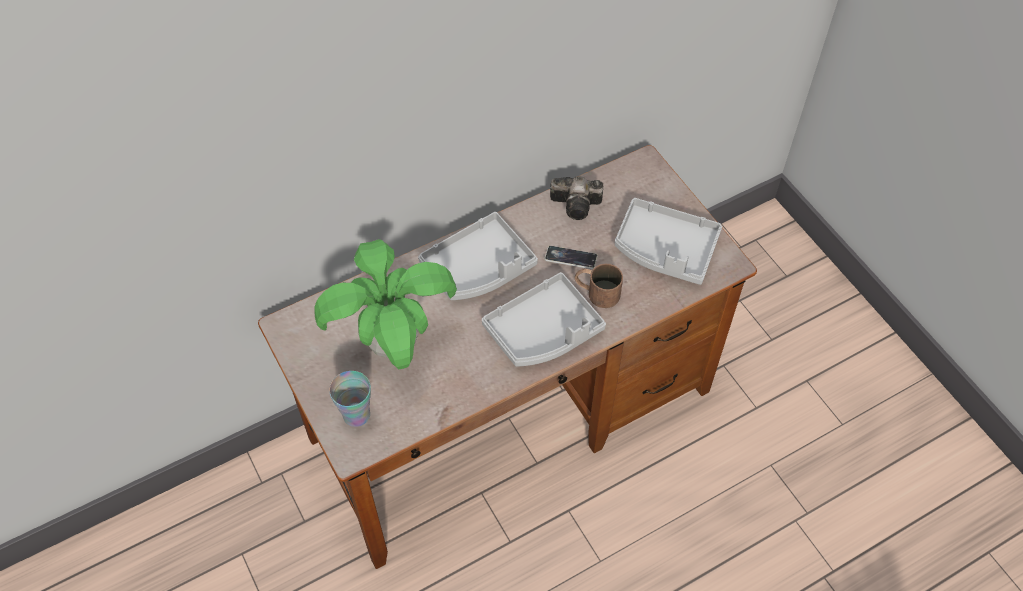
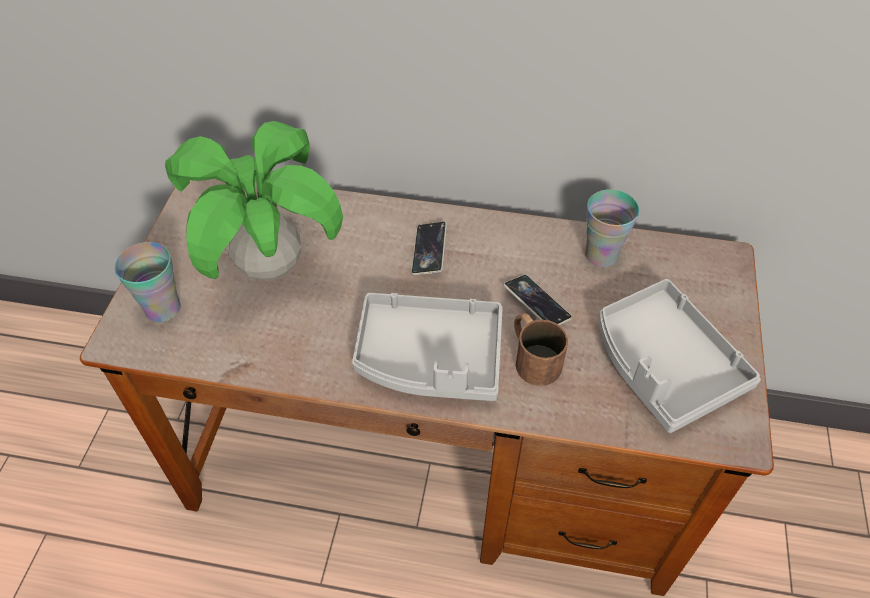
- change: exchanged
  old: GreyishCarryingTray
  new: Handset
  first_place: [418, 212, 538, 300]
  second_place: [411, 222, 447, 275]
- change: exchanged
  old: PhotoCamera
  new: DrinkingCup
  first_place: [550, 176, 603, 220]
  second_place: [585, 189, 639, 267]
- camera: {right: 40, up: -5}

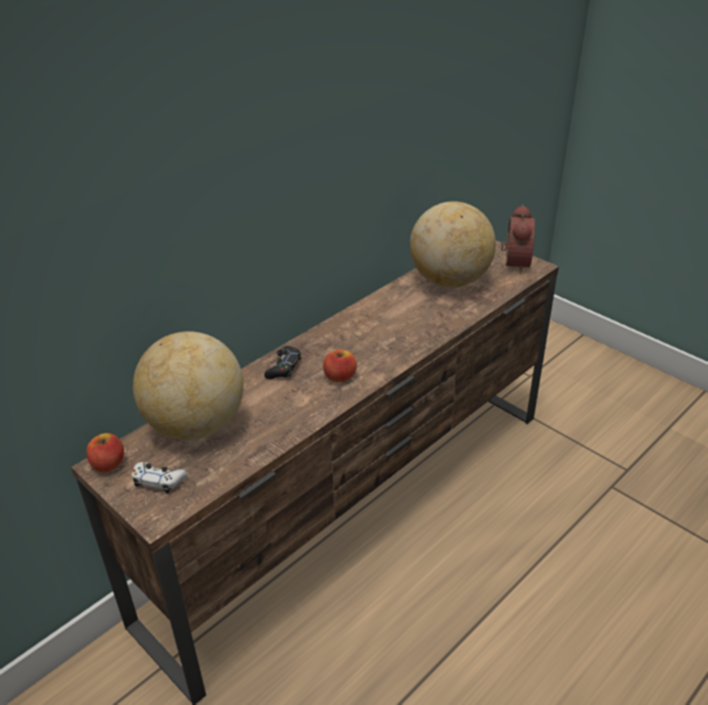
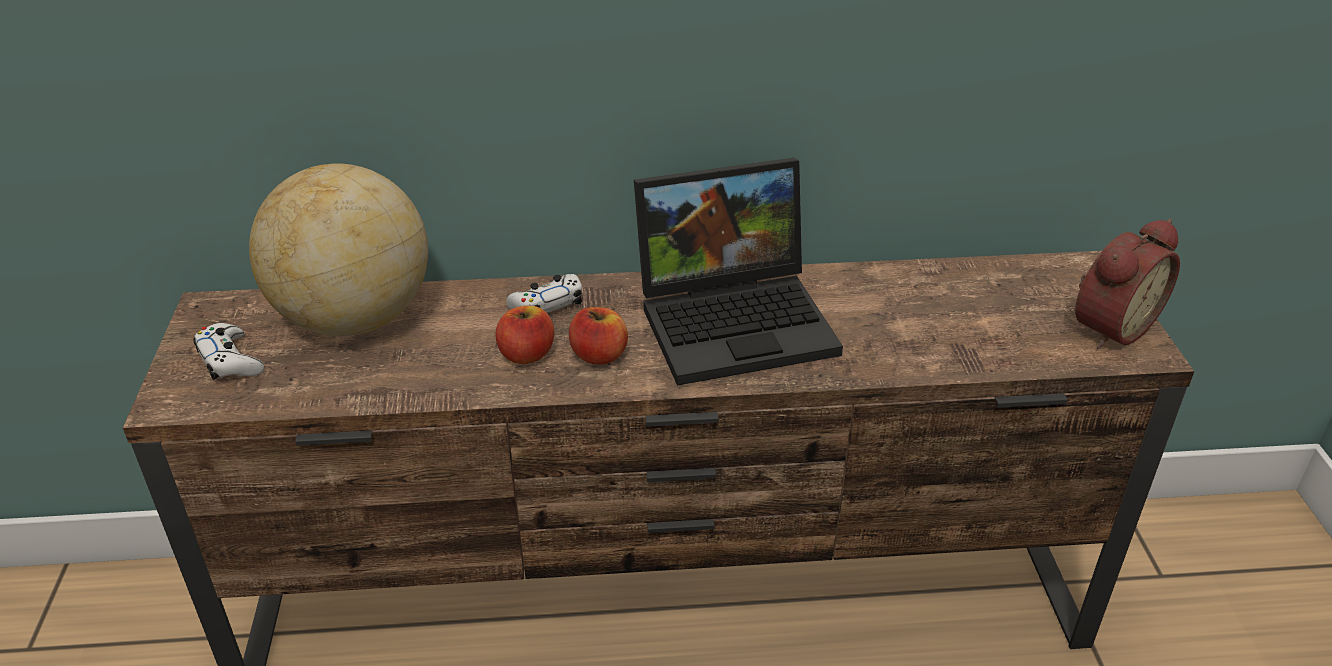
- change: relocated
  old: Apple
  first_place: [86, 433, 124, 472]
  second_place: [495, 305, 555, 364]
- change: colour
  old: BlackishGamepad
  new: WhiteColouredGamepad
  first_place: [264, 346, 301, 379]
  second_place: [506, 274, 582, 313]
- change: missing
  old: WorldGlobe
  first_place: [410, 201, 496, 288]
- change: appeared
  new: NotebookComputer
  second_place: [634, 158, 843, 386]
- camera: {right: 40, up: 0}

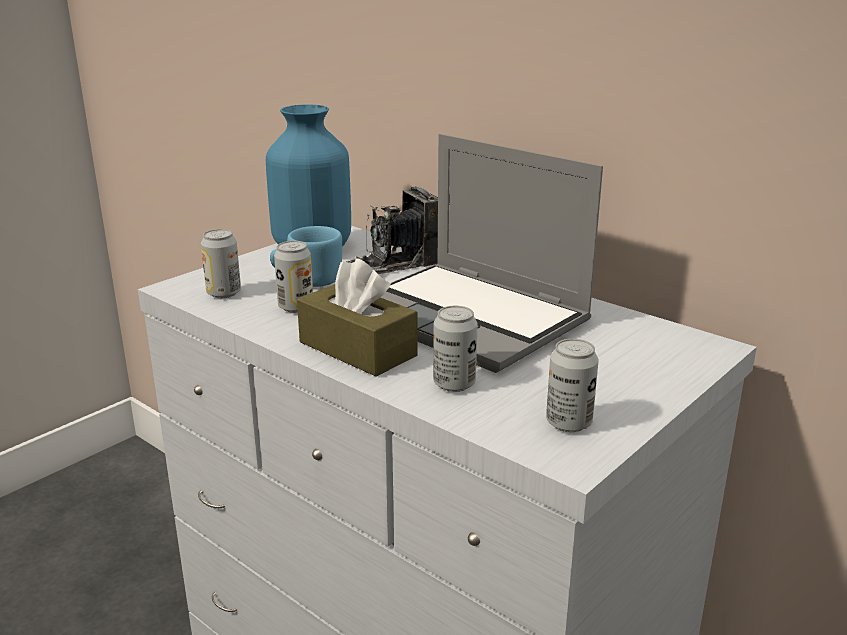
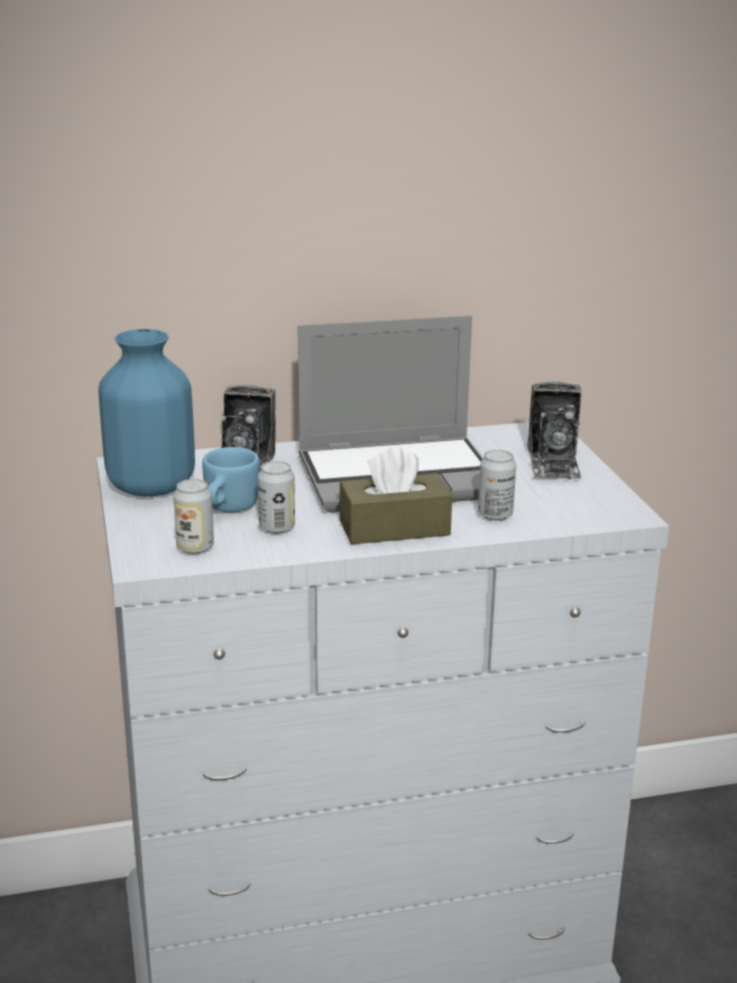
- change: missing
  old: Can
  first_place: [546, 339, 599, 432]
- change: appeared
  new: PhotoCamera
  second_place: [528, 381, 582, 479]
- camera: {right: -55, up: 0}

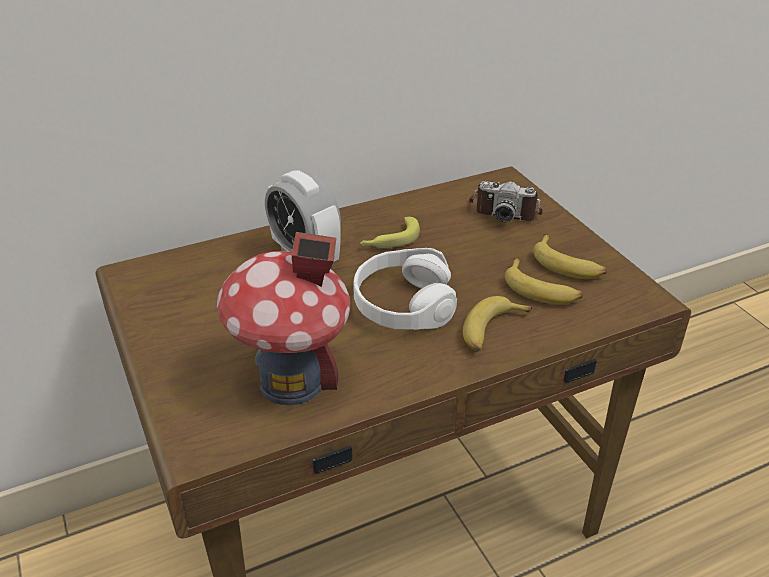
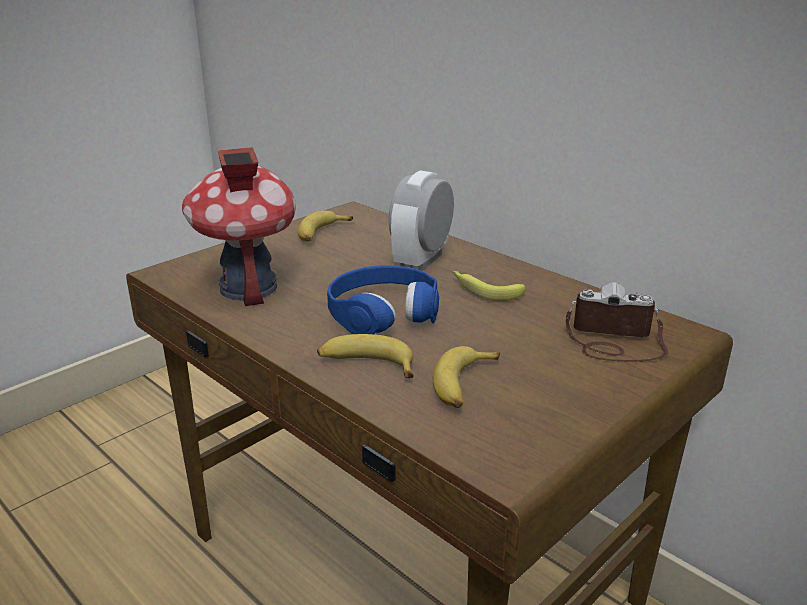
- change: colour
  old: WhiteColouredPairOfHeadphones
  new: BluishPairOfHeadphones
  first_place: [353, 248, 457, 330]
  second_place: [327, 265, 439, 334]
- change: spun
  old: PhotoCamera
  first_place: [469, 181, 542, 222]
  second_place: [566, 282, 668, 362]
  degrees: 105
- change: relocated
  old: WholeBanana
  first_place: [533, 234, 607, 279]
  second_place: [297, 211, 353, 242]
- camera: {right: 70, up: -10}

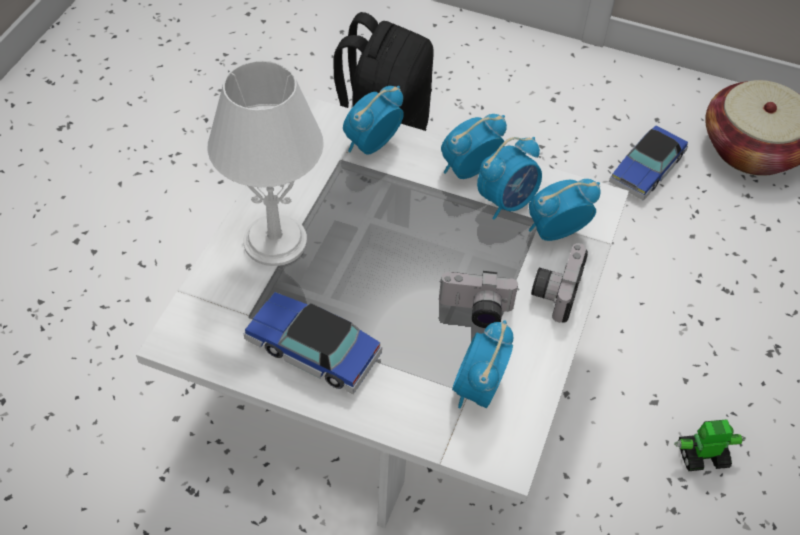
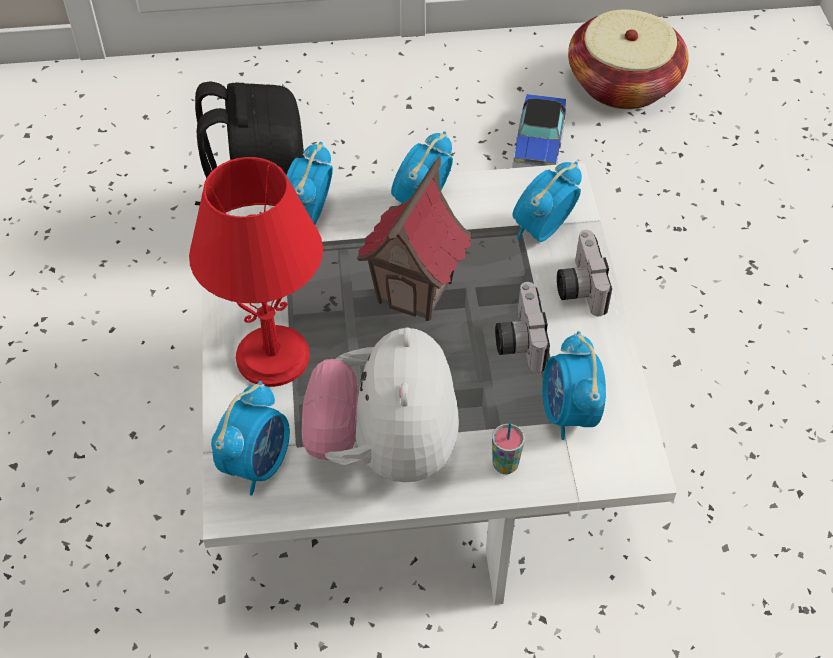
- change: colour
  old: WhiteColouredTableLamp
  new: RedColouredTableLamp
  first_place: [208, 60, 324, 266]
  second_place: [189, 157, 323, 387]
- change: exchanged
  old: ToyCar
  new: CuddlyToy
  first_place: [244, 292, 382, 394]
  second_place: [302, 327, 459, 482]
- change: spun
  old: PhotoCamera
  first_place: [439, 271, 518, 328]
  second_place: [495, 282, 550, 373]
  degrees: 105
- change: relocated
  old: AlarmClock
  first_place: [477, 137, 542, 220]
  second_place: [211, 381, 290, 495]
- change: missing
  old: RobotFigure
  first_place: [674, 420, 746, 471]
- change: appeared
  new: MiniatureHouse
  second_place: [357, 156, 472, 321]
- change: appeared
  new: DrinkingCup
  second_place: [492, 422, 525, 474]
- camera: {right: -25, up: 0}

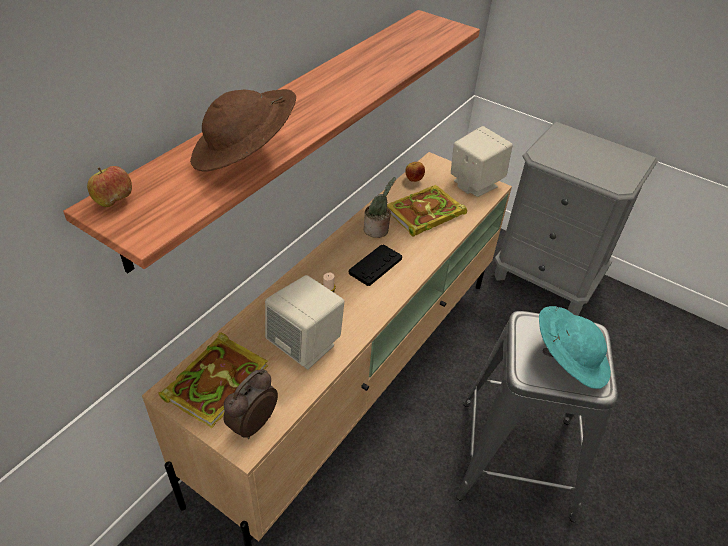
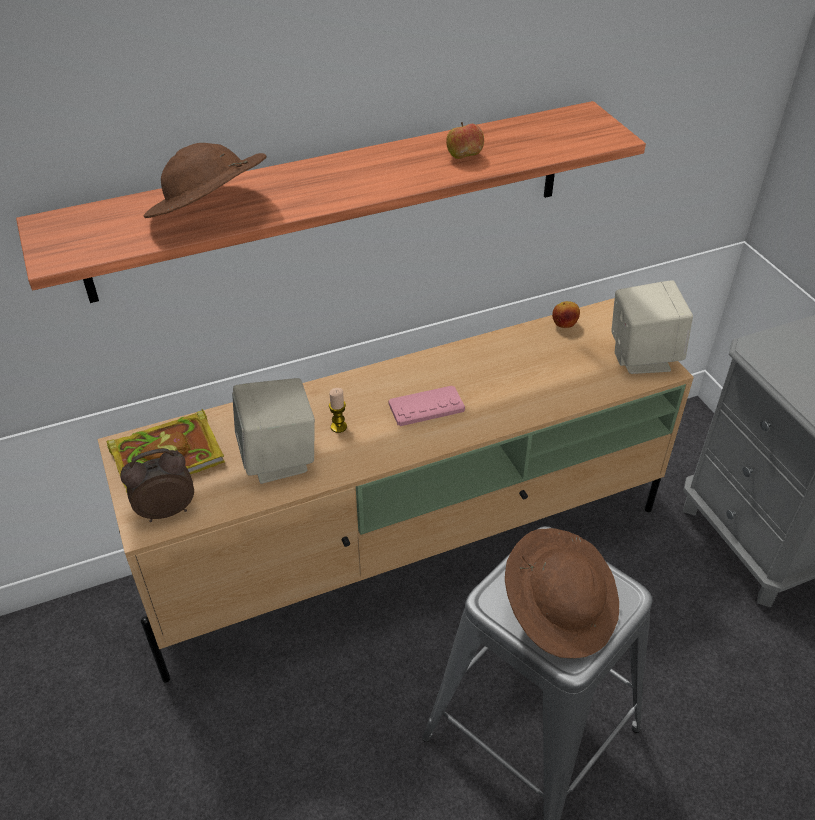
- change: relocated
  old: Apple
  first_place: [87, 166, 132, 207]
  second_place: [446, 122, 484, 159]
- change: colour
  old: BlackishGamepad
  new: PinkColouredGamepad
  first_place: [349, 244, 402, 286]
  second_place: [389, 386, 465, 426]
- change: missing
  old: Houseplant
  first_place: [364, 177, 396, 238]
- change: missing
  old: Volume
  first_place: [387, 185, 467, 237]
- change: colour
  old: TurquoiseClothingHat
  new: BrownishClothingHat
  first_place: [539, 306, 611, 389]
  second_place: [505, 528, 619, 659]
- camera: {right: 35, up: 0}

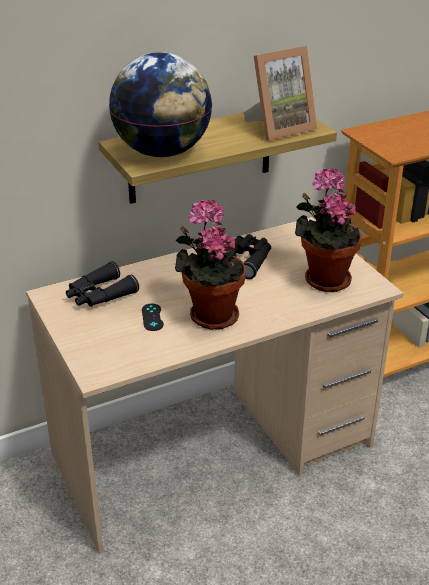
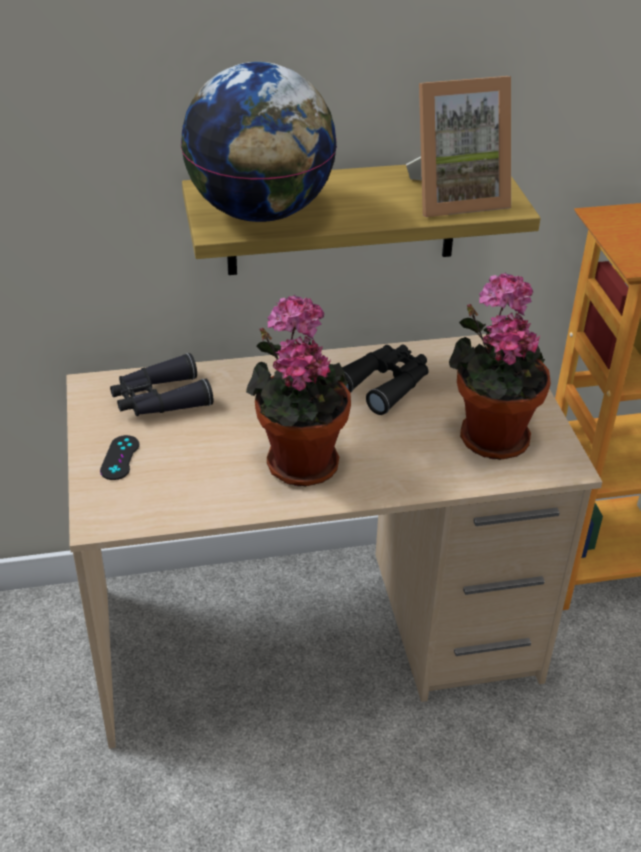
- change: relocated
  old: BlackishGamepad
  first_place: [142, 304, 164, 331]
  second_place: [100, 435, 139, 480]
- camera: {right: 15, up: 5}

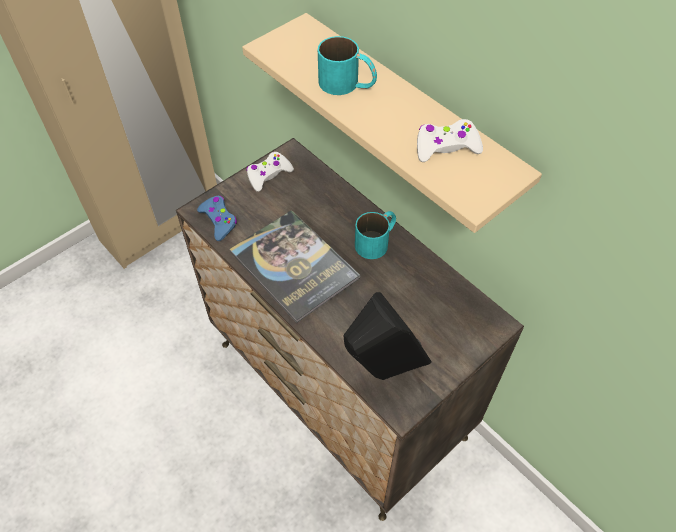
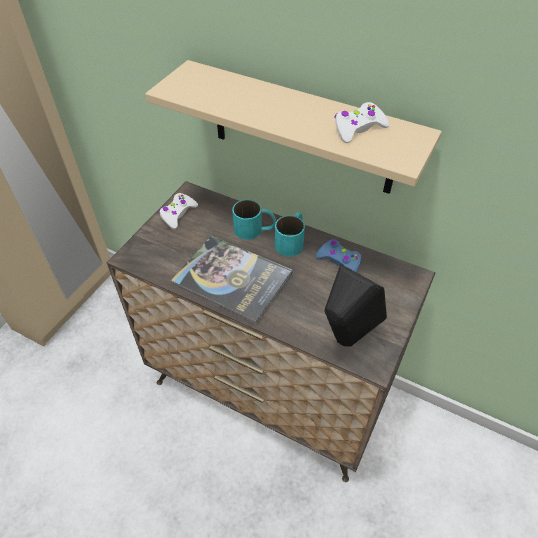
- change: relocated
  old: BluishGamepad
  first_place: [197, 196, 237, 241]
  second_place: [316, 239, 362, 272]
- change: relocated
  old: TurquoiseCoffeeMug
  first_place: [318, 36, 377, 95]
  second_place: [232, 199, 276, 240]
- camera: {right: -20, up: -5}

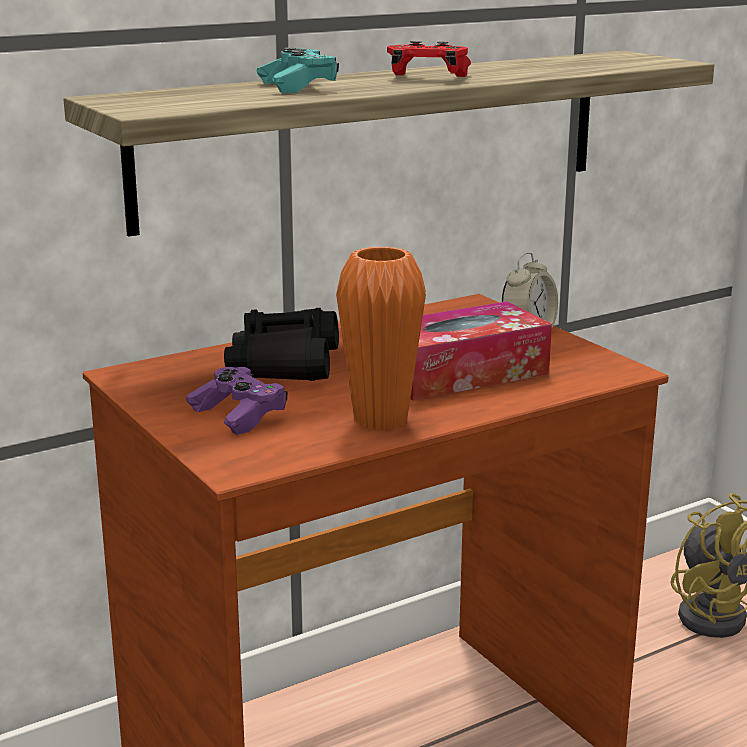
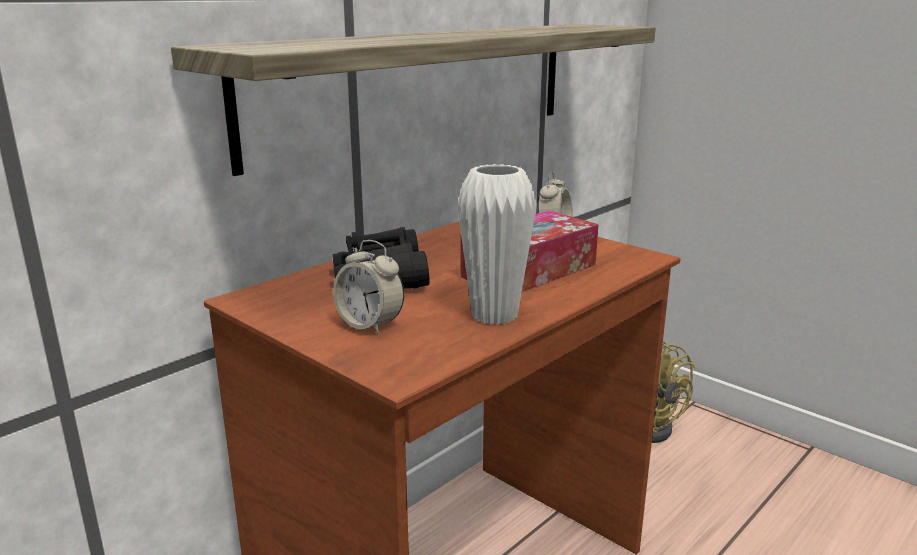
- change: exchanged
  old: PurpleColouredGamepad
  new: AlarmClock
  first_place: [186, 367, 287, 435]
  second_place: [333, 240, 404, 334]
- change: missing
  old: TurquoiseGamepad
  first_place: [257, 48, 339, 93]
- change: colour
  old: OrangeyDecorativeVase
  new: WhiteColouredDecorativeVase
  first_place: [336, 246, 426, 430]
  second_place: [457, 164, 536, 325]
- change: missing
  old: RedColouredGamepad
  first_place: [387, 41, 471, 77]
- camera: {right: -15, up: 0}

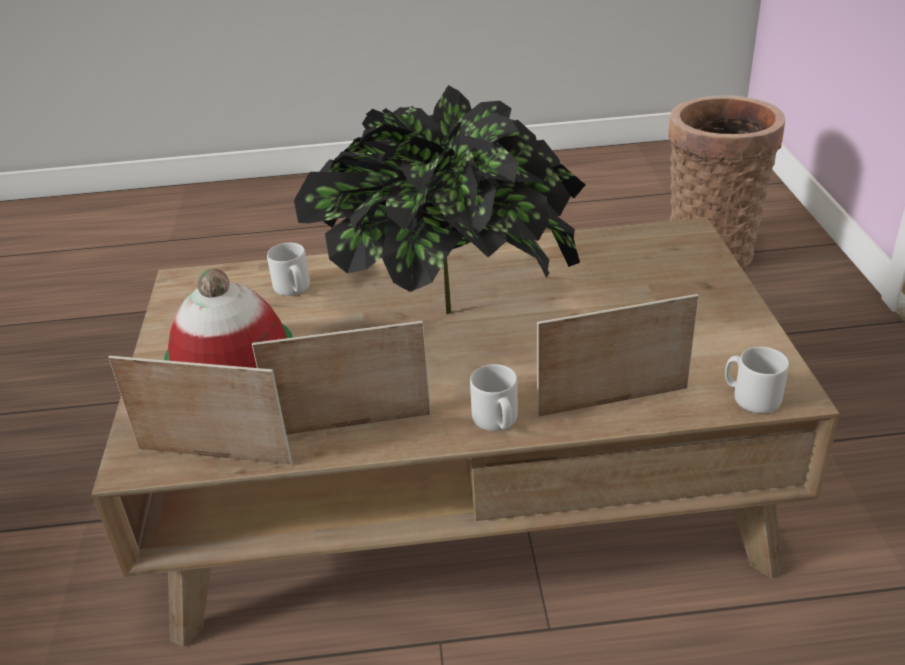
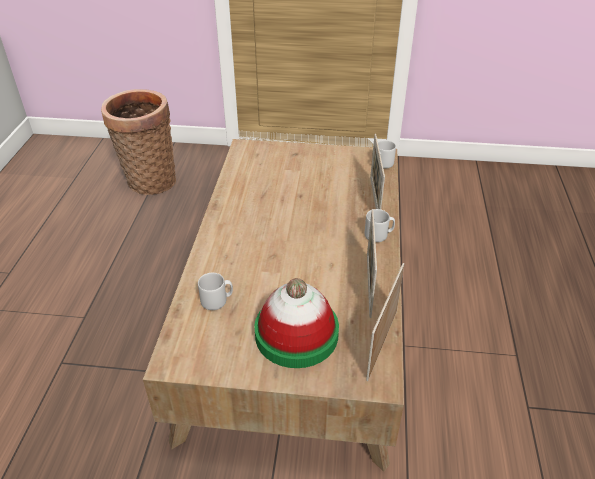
- change: missing
  old: Houseplant
  first_place: [294, 85, 585, 314]
- camera: {right: -80, up: 5}

